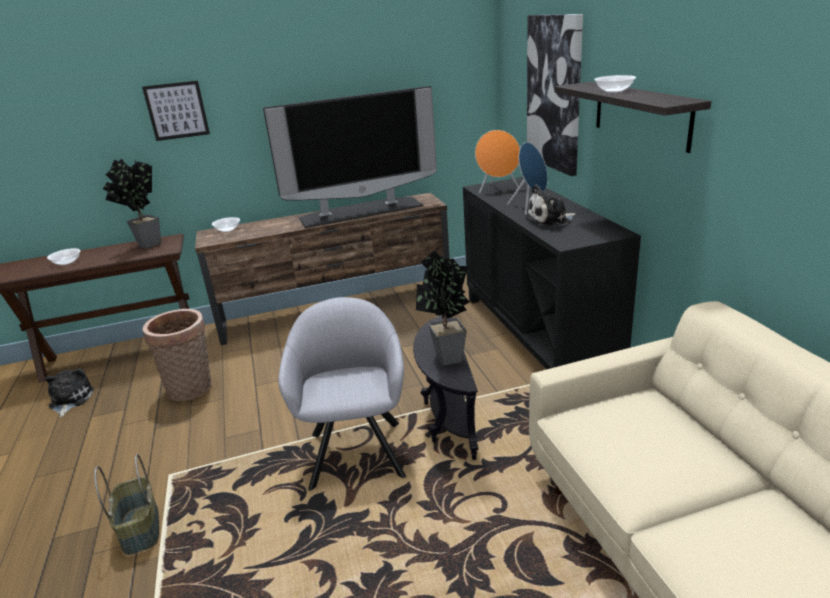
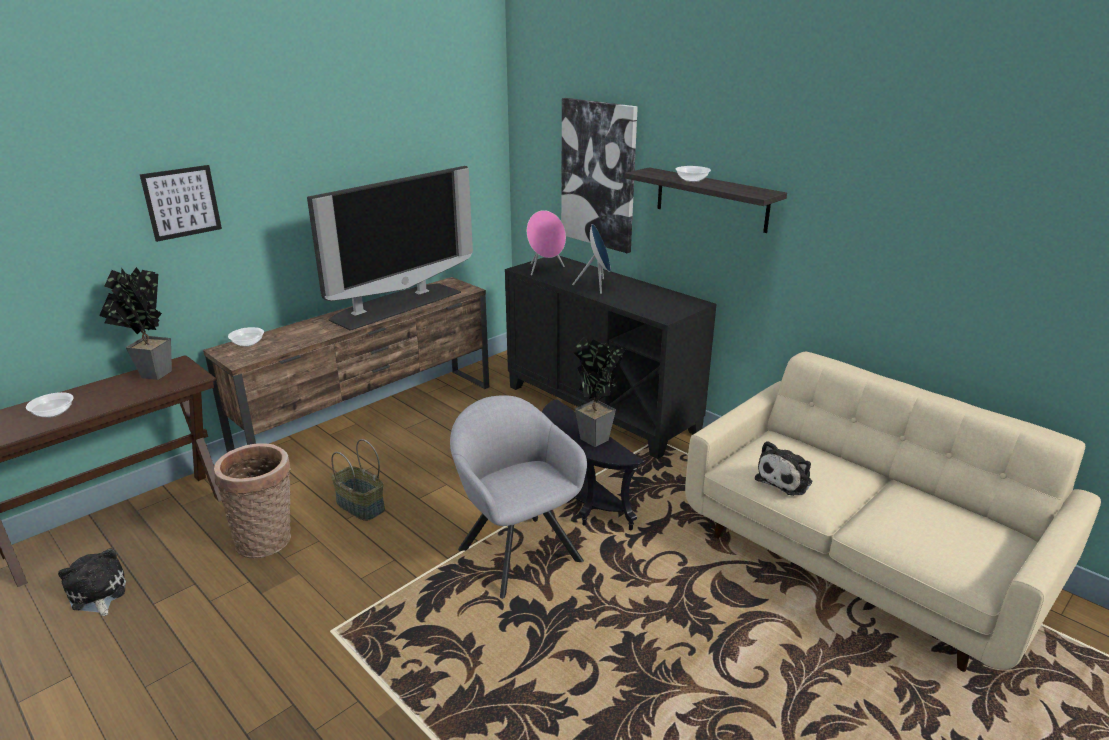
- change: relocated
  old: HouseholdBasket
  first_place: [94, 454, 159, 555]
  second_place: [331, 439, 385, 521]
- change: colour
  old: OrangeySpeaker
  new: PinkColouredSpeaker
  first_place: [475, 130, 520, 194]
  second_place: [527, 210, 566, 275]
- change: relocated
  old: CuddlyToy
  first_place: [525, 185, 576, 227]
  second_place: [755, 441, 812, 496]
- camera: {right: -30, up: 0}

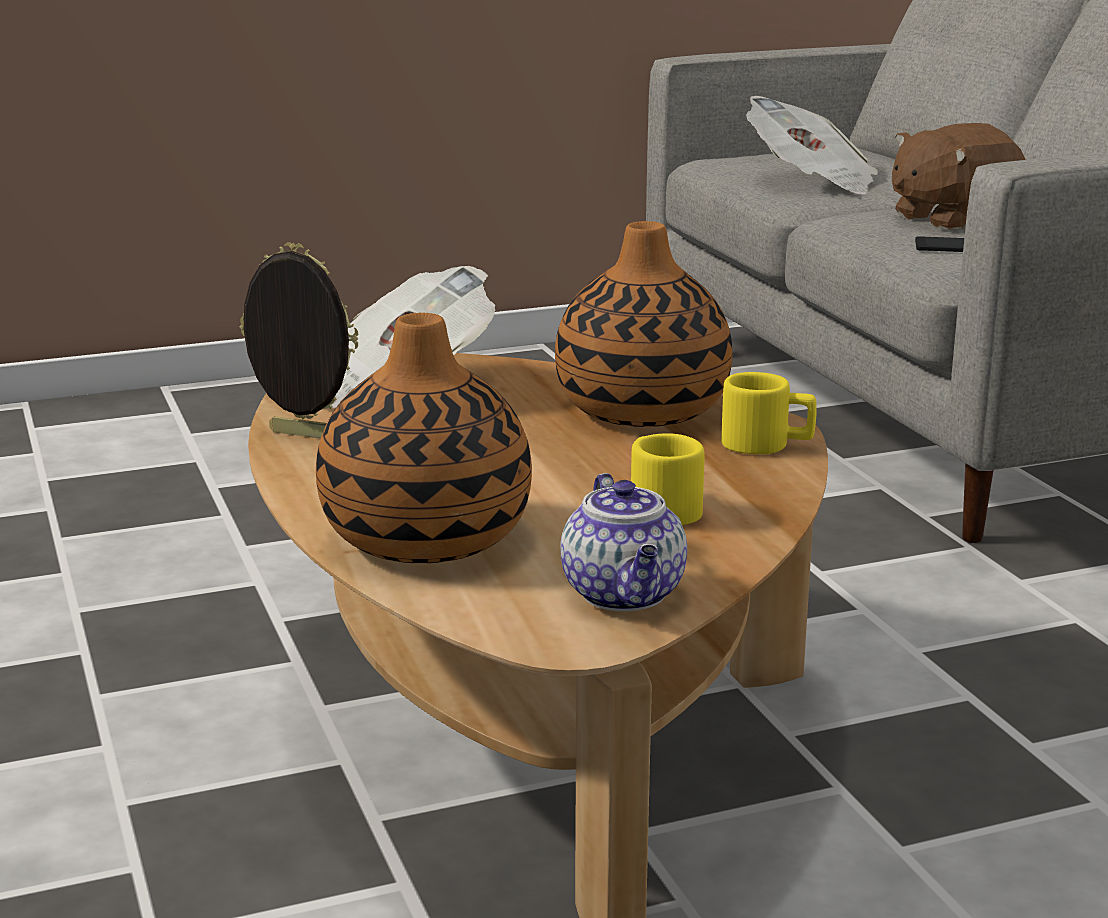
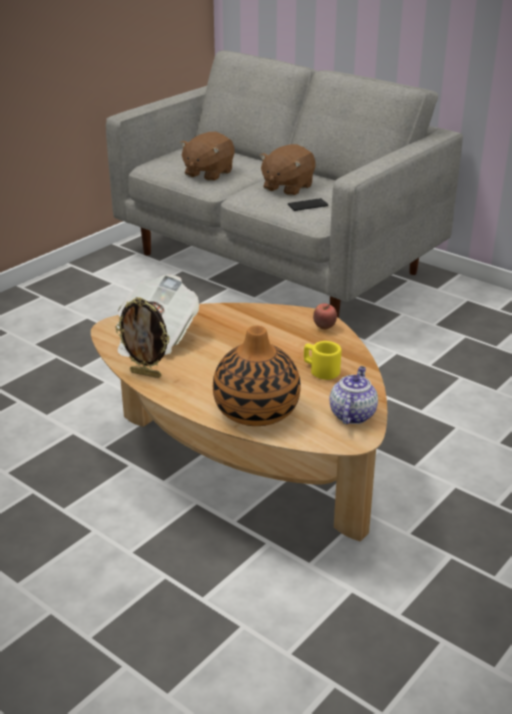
- change: spun
  old: PictureFrame
  first_place: [239, 242, 358, 438]
  second_place: [115, 297, 170, 378]
  degrees: -150
- change: missing
  old: DecorativeVase
  first_place: [555, 221, 733, 427]
- change: spun
  old: TeaPot
  first_place: [560, 473, 687, 612]
  second_place: [329, 366, 378, 424]
  degrees: -120
- change: exchanged
  old: YellowCoffeeMug
  new: Apple
  first_place: [721, 372, 817, 454]
  second_place: [313, 303, 337, 330]
- change: exchanged
  old: DailyPaper
  new: BrownishCuddlyToy
  first_place: [746, 96, 878, 195]
  second_place: [180, 132, 235, 181]
- camera: {right: -30, up: 10}

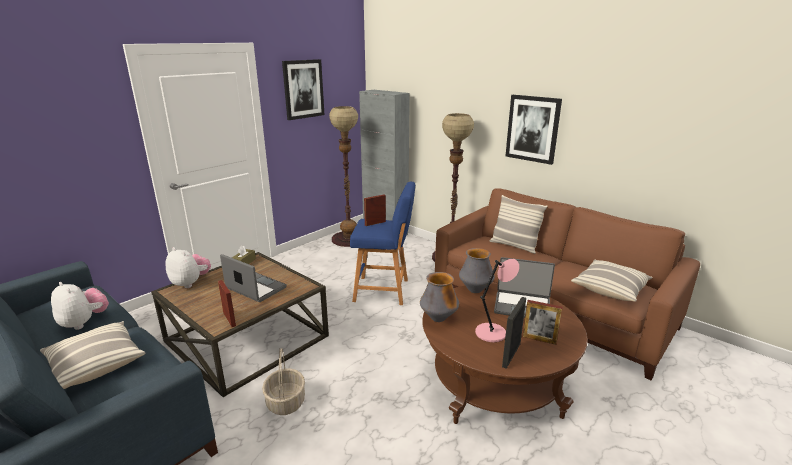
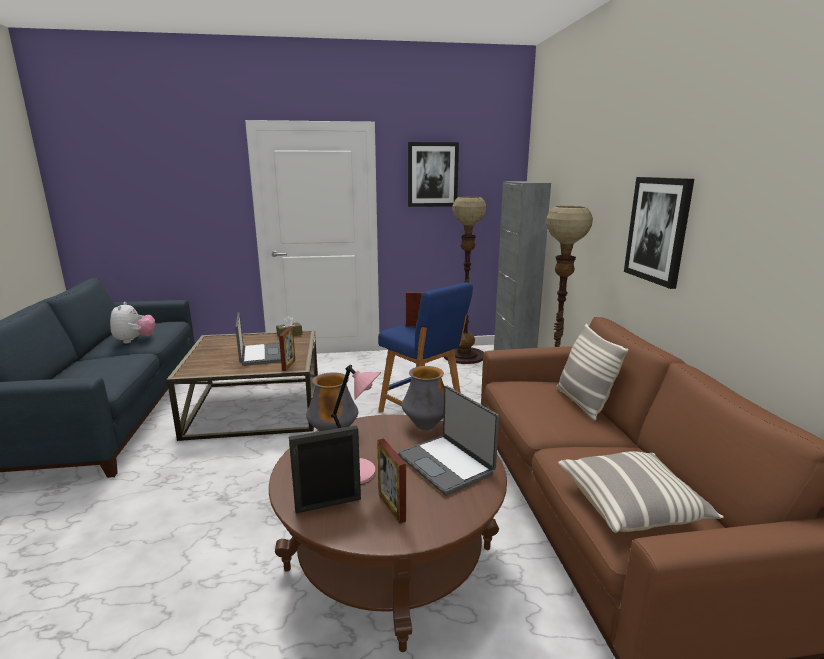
- change: missing
  old: Pillow
  first_place: [40, 321, 145, 389]
- change: missing
  old: CuddlyToy
  first_place: [165, 247, 211, 288]
- change: relocated
  old: PictureFrame
  first_place: [218, 280, 236, 327]
  second_place: [279, 326, 295, 371]
- change: missing
  old: HouseholdBasket
  first_place: [262, 348, 305, 415]
- camera: {right: 40, up: -5}

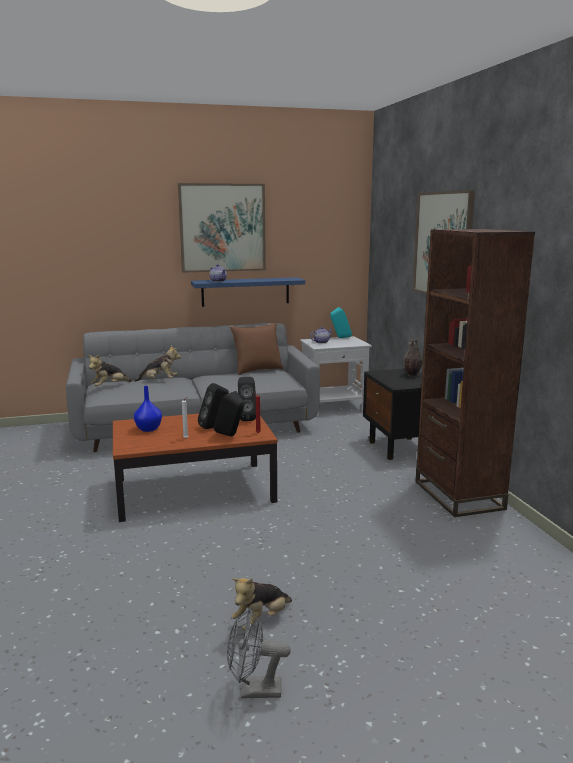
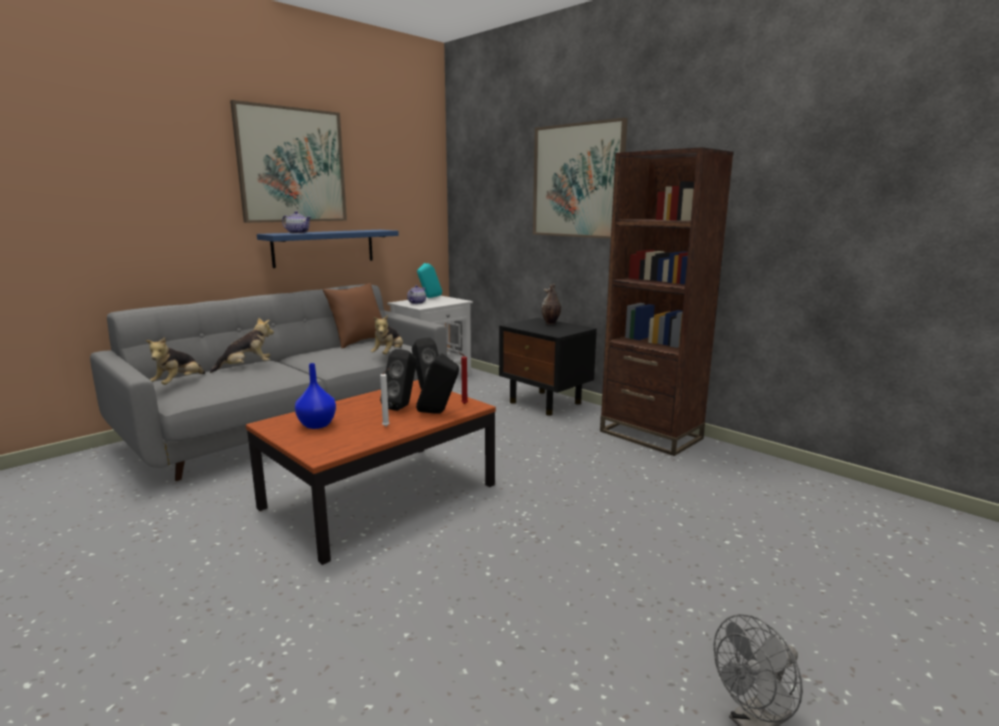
- change: relocated
  old: CuddlyToy
  first_place: [231, 578, 292, 630]
  second_place: [370, 315, 403, 354]
- camera: {right: -30, up: 0}

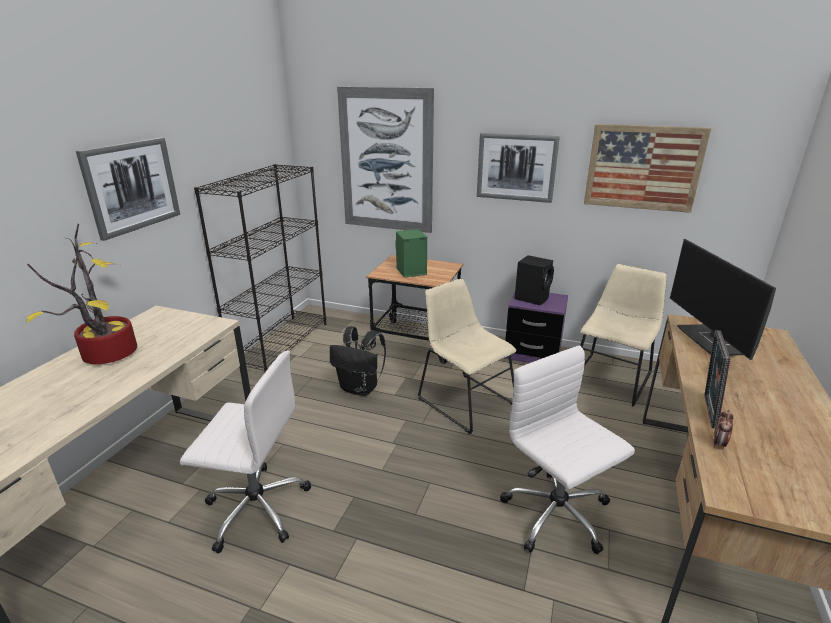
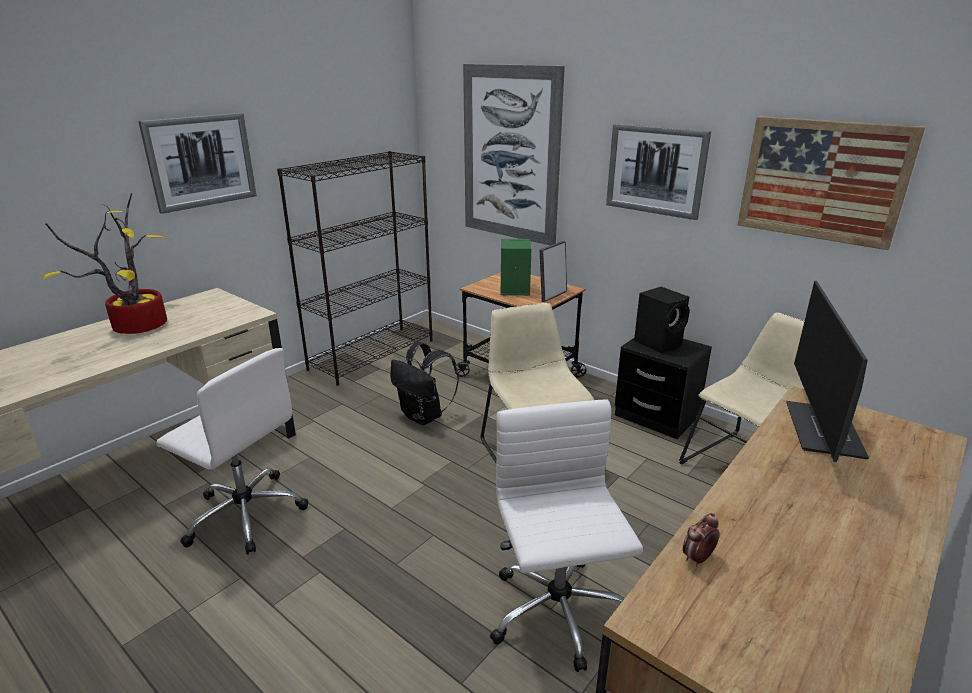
- change: colour
  old: PurpleColouredBedsideTable
  new: BlackishBedsideTable
  first_place: [504, 292, 568, 363]
  second_place: [615, 338, 712, 439]
- change: relocated
  old: PictureFrame
  first_place: [704, 330, 730, 429]
  second_place: [539, 241, 567, 302]
- camera: {right: 20, up: 0}

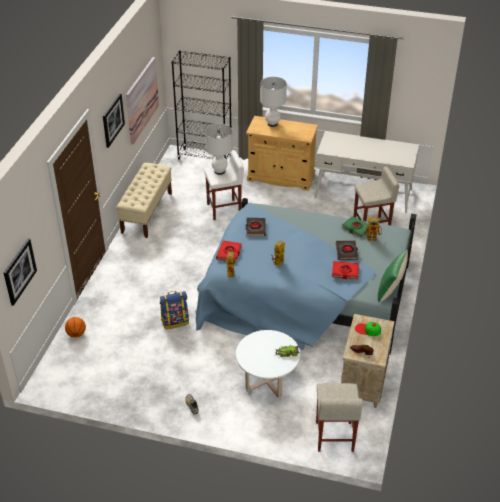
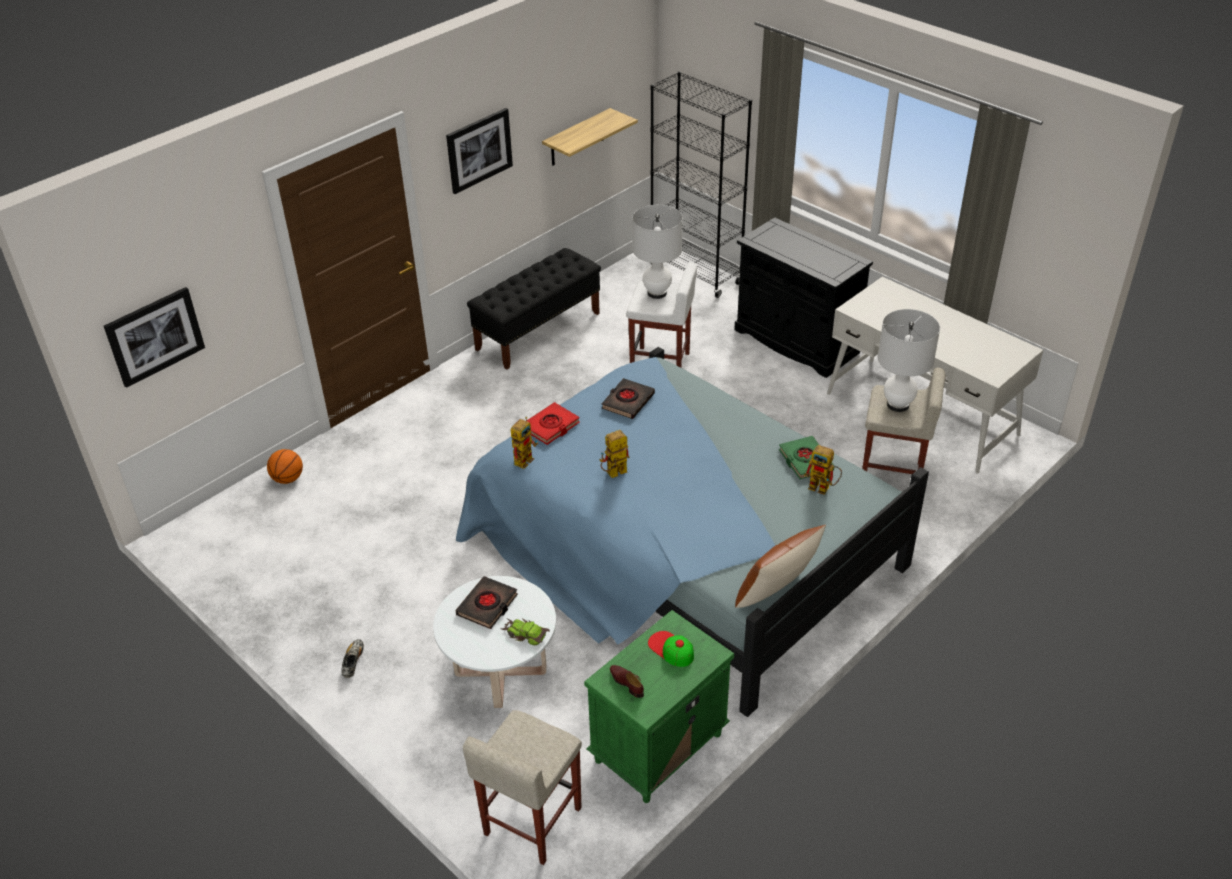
- change: colour
  old: SandColouredIndoorBench
  new: BlackishIndoorBench
  first_place: [116, 163, 172, 238]
  second_place: [467, 248, 601, 370]
- change: exchanged
  old: WallPicture
  new: BracketShelf
  first_place: [126, 57, 159, 145]
  second_place: [542, 108, 638, 166]
- change: missing
  old: Backpack
  first_place: [160, 291, 189, 329]
- change: colour
  old: SandColouredCabinet
  new: BlackishCabinet
  first_place: [246, 116, 318, 191]
  second_place: [734, 217, 873, 378]
- change: relocated
  old: WhiteColouredTableLamp
  first_place: [260, 77, 287, 127]
  second_place: [877, 309, 940, 412]
- change: missing
  old: RedColouredVolume
  first_place: [332, 261, 359, 279]
- change: relocated
  old: BlackishVolume
  first_place: [336, 241, 358, 260]
  second_place: [455, 576, 518, 629]
- change: colour
  old: SandColouredBedsideTable
  new: GreenColouredBedsideTable
  first_place: [341, 314, 395, 408]
  second_place: [584, 610, 734, 803]
- change: colour
  old: GreenColouredPillow
  new: BrownishPillow
  first_place: [378, 249, 408, 303]
  second_place: [735, 525, 826, 608]
- camera: {right: 30, up: 0}

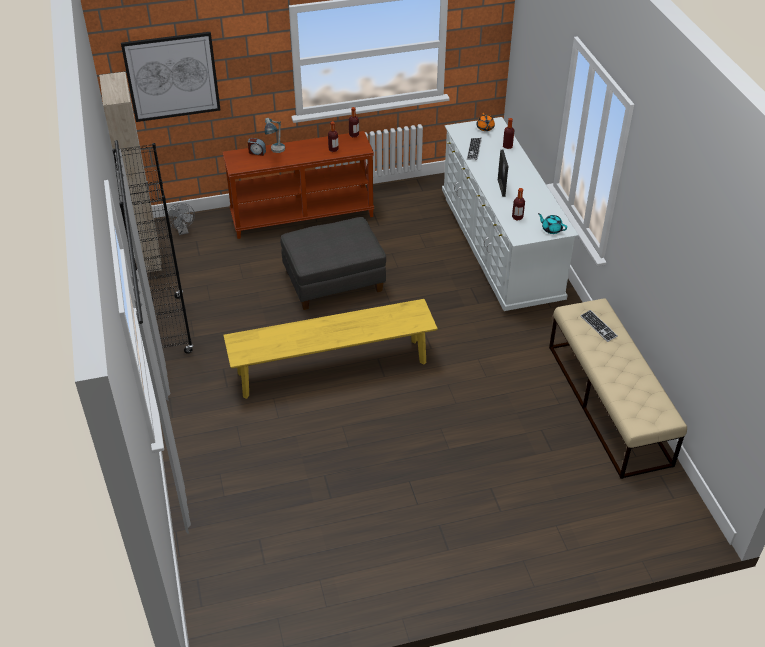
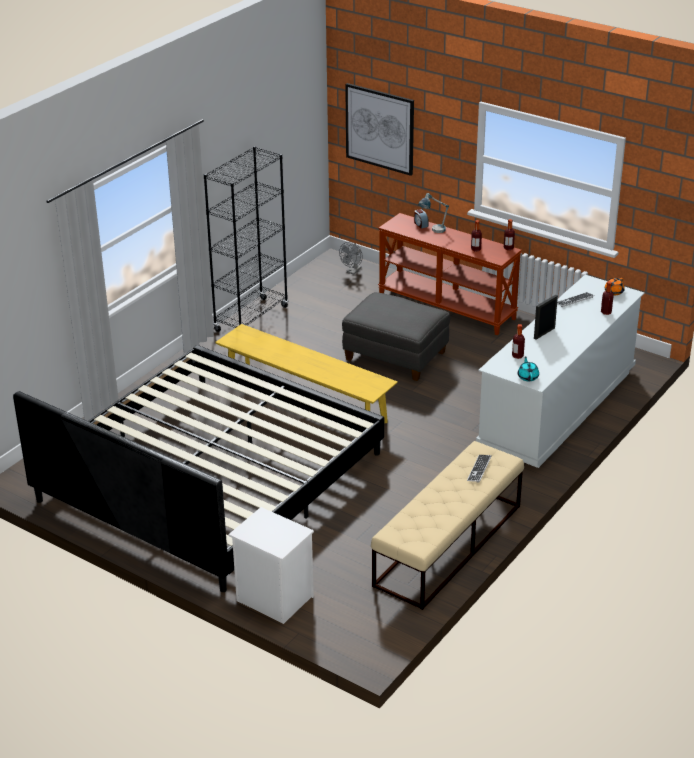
- change: missing
  old: SandColouredArmoire
  first_place: [99, 72, 162, 273]
- change: appeared
  new: Bed
  second_place: [13, 345, 384, 592]
- change: appeared
  new: WhiteColouredBedsideTable
  second_place: [229, 507, 314, 624]
- camera: {right: 50, up: -10}

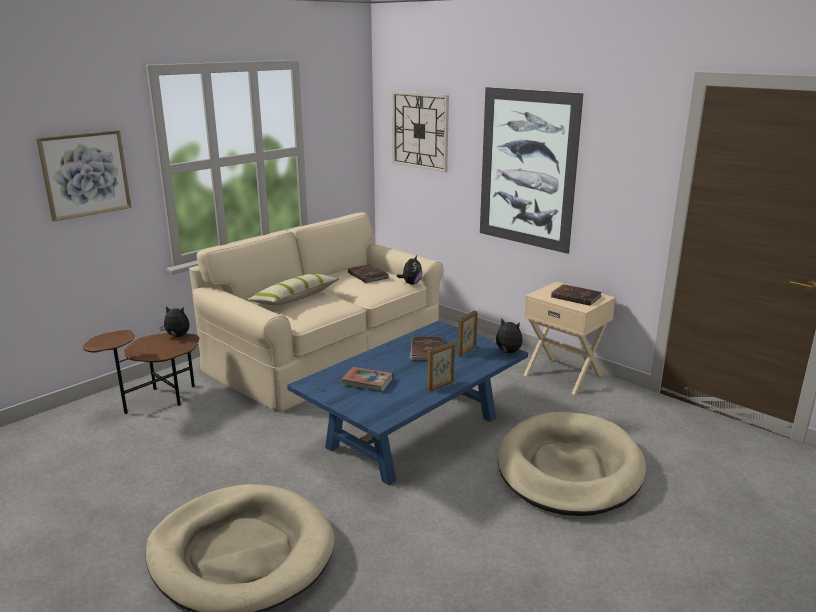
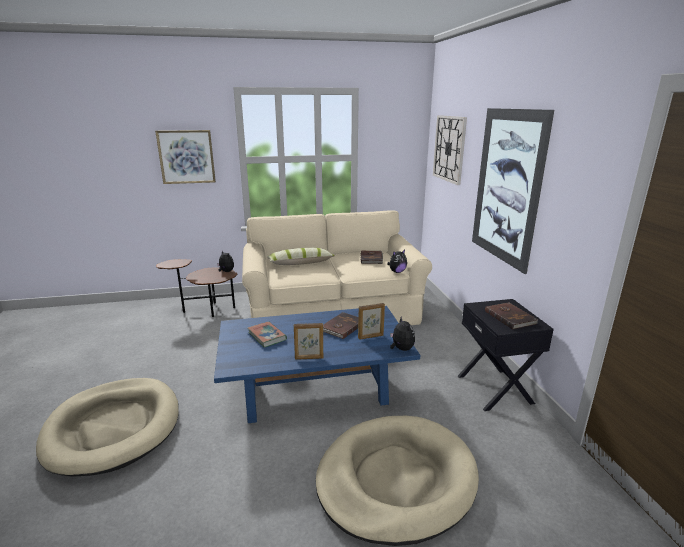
- change: colour
  old: SandColouredBedsideTable
  new: BlackishBedsideTable
  first_place: [524, 282, 616, 395]
  second_place: [458, 299, 554, 411]
- camera: {right: 35, up: 0}

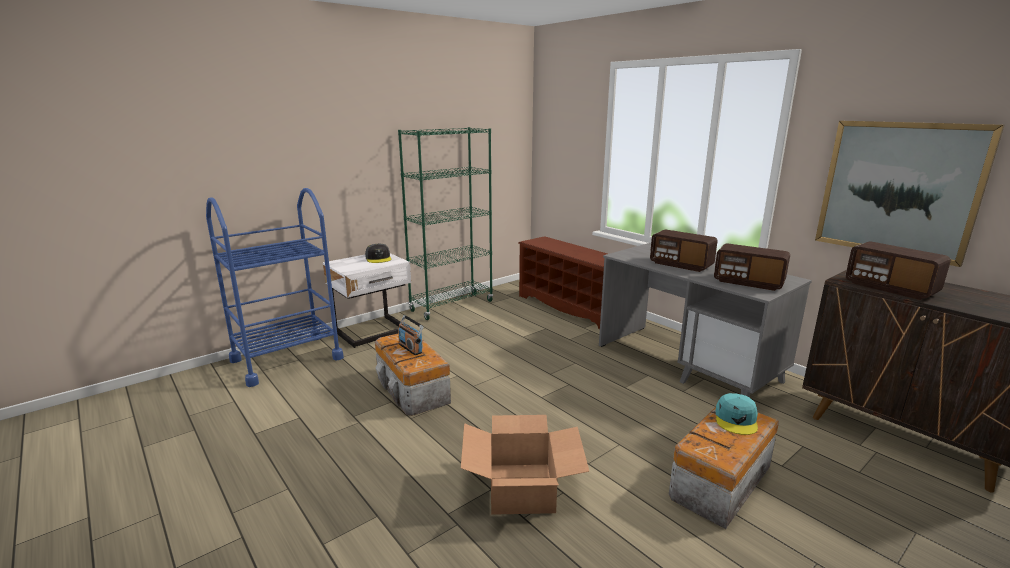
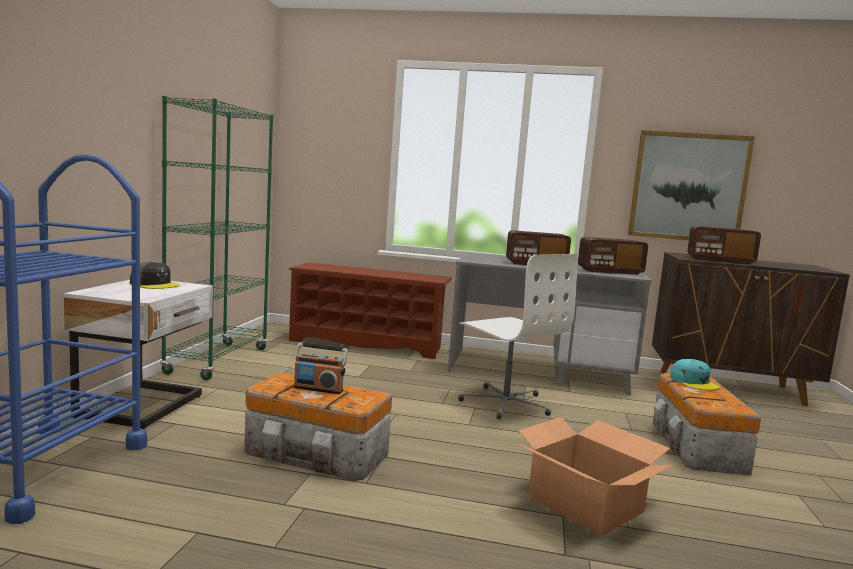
- change: appeared
  new: WhiteColouredDeskChair
  second_place: [458, 254, 578, 419]
- camera: {right: -40, up: -10}

